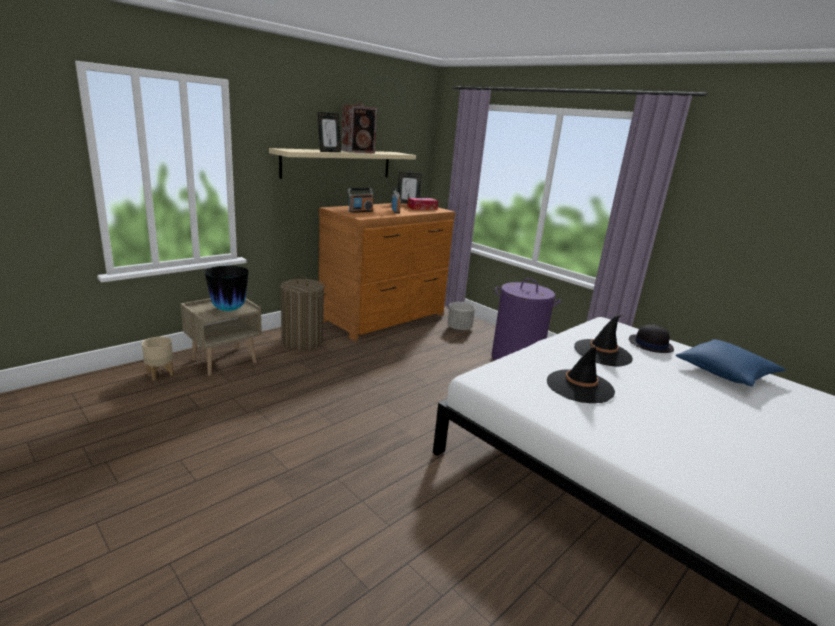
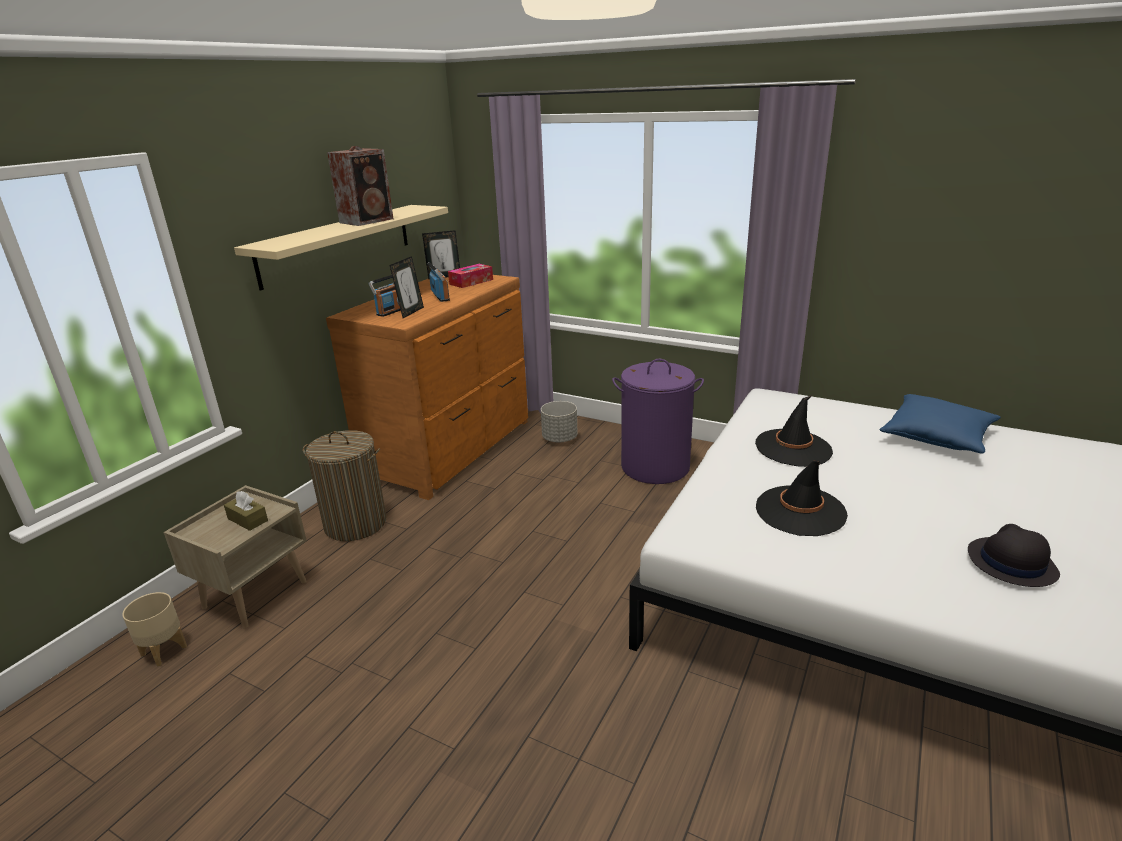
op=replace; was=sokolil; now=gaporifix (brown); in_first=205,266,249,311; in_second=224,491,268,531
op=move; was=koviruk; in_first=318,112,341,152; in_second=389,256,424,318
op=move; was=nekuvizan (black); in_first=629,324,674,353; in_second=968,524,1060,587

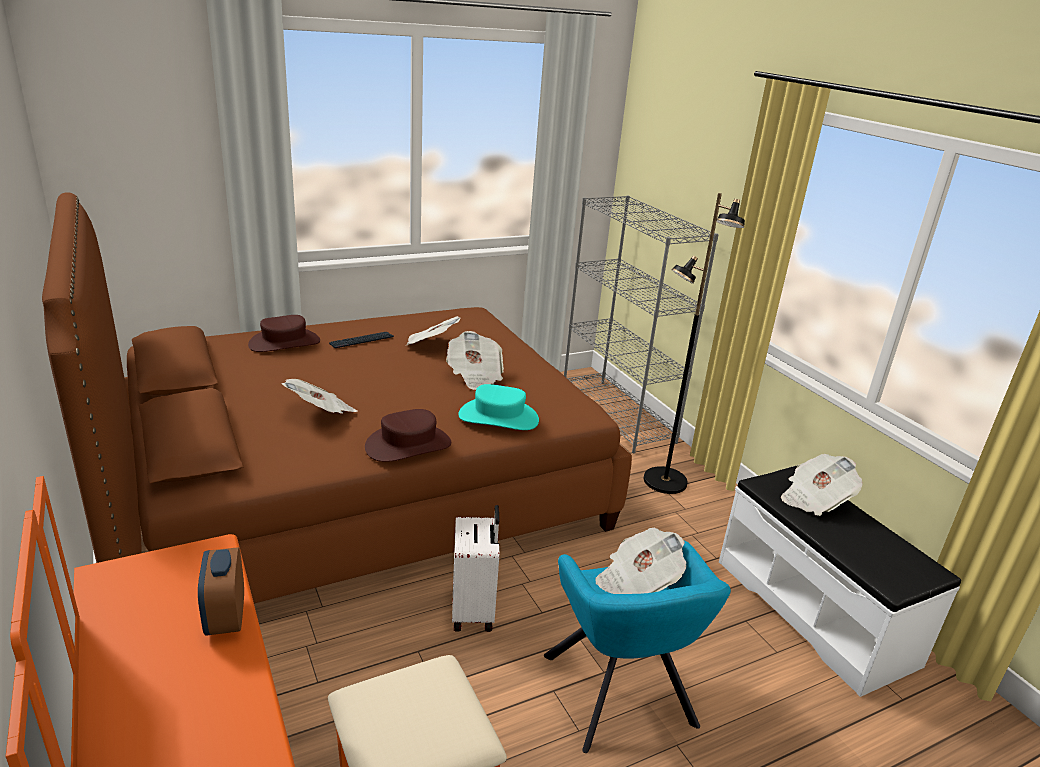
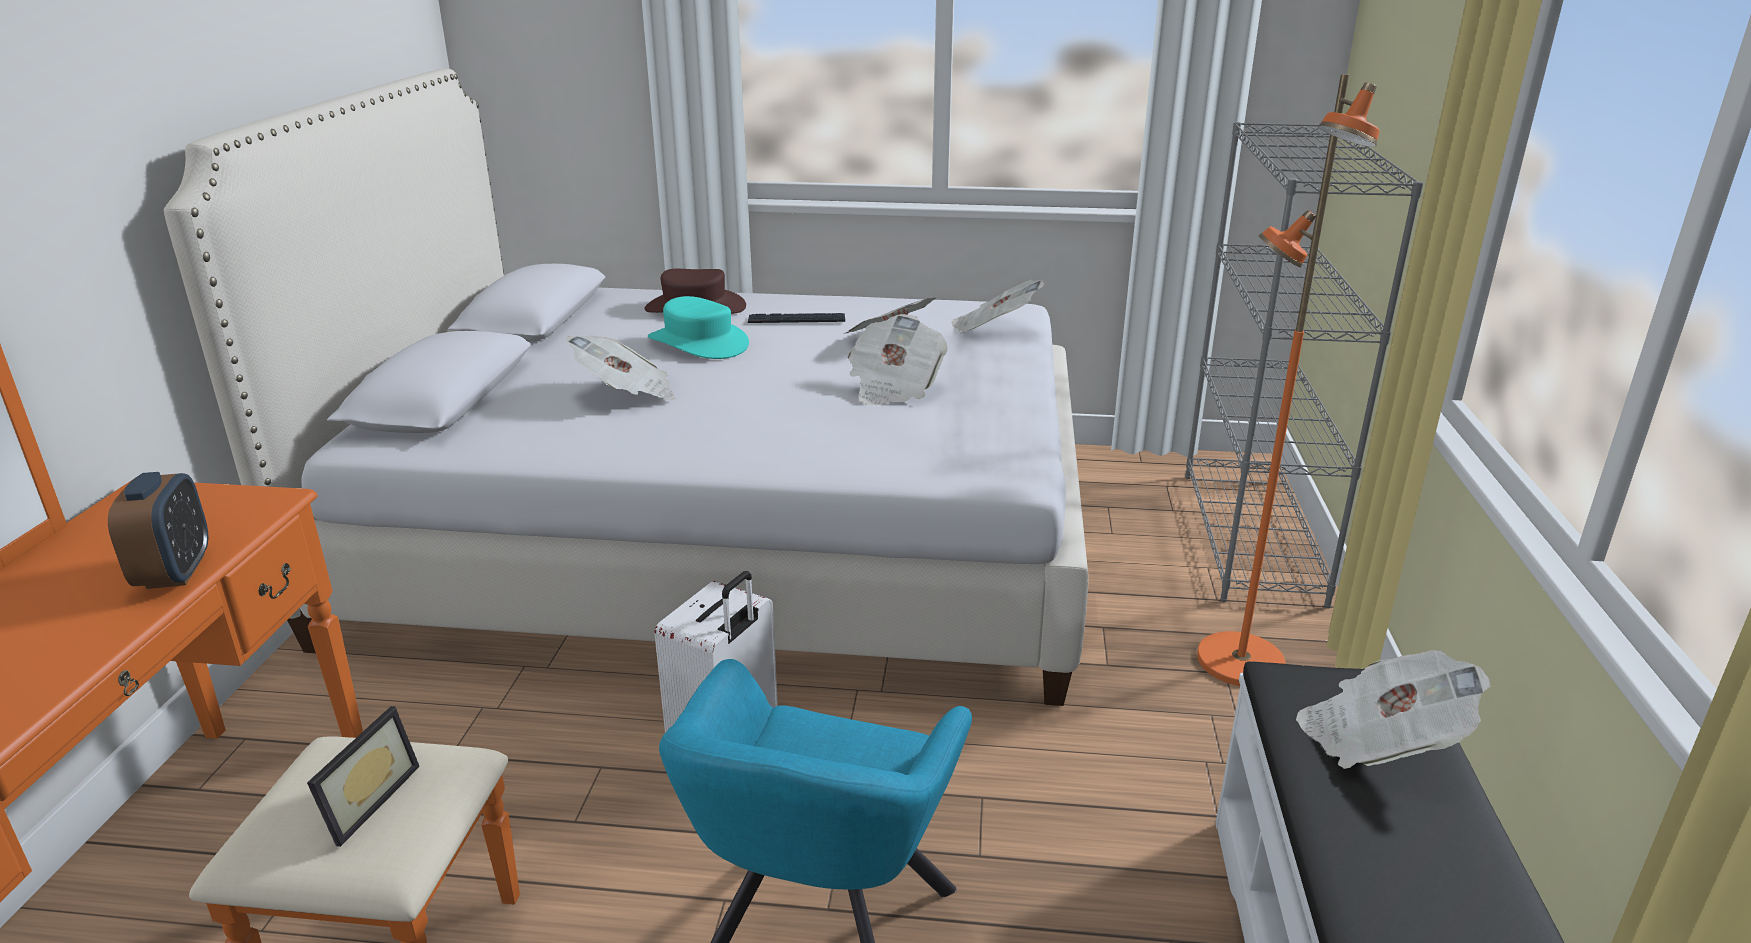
op=rotate; was=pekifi; in_first=198,547,244,636; in_second=108,472,208,589; clockwise=150
op=recolor; was=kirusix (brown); now=kirusix (white); in_first=42,192,632,604; in_second=164,69,1088,706
op=insert; now=koviruk; in_second=307,706,420,847
op=move; was=nekuvizan (turquoise); in_first=458,384,539,430; in_second=648,296,749,359
op=move; was=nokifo; in_first=595,528,687,594; in_second=951,280,1044,334
op=recolor; was=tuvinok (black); now=tuvinok (orange); in_first=644,193,745,494; in_second=1197,74,1380,686
op=delete; was=nekuvizan (brown); in_first=365,409,451,462

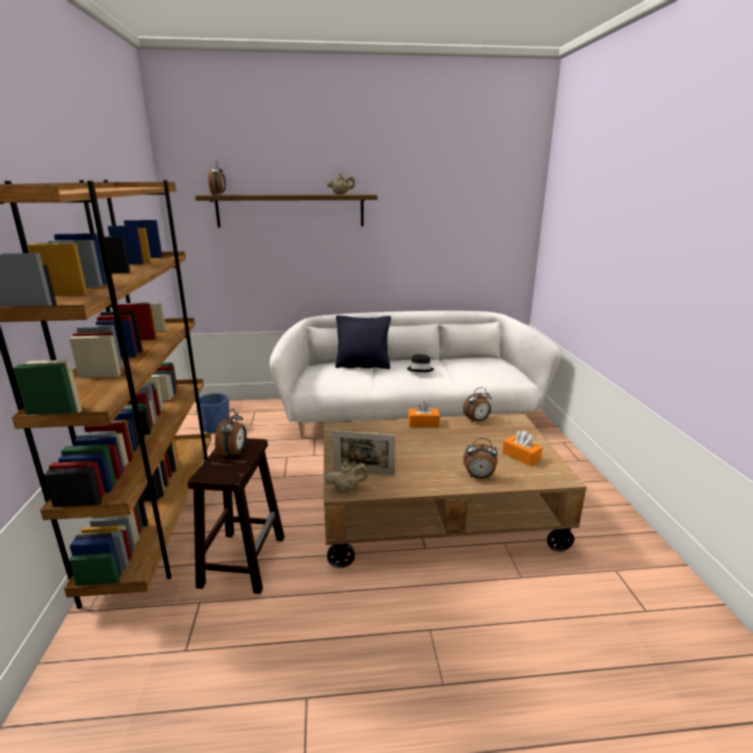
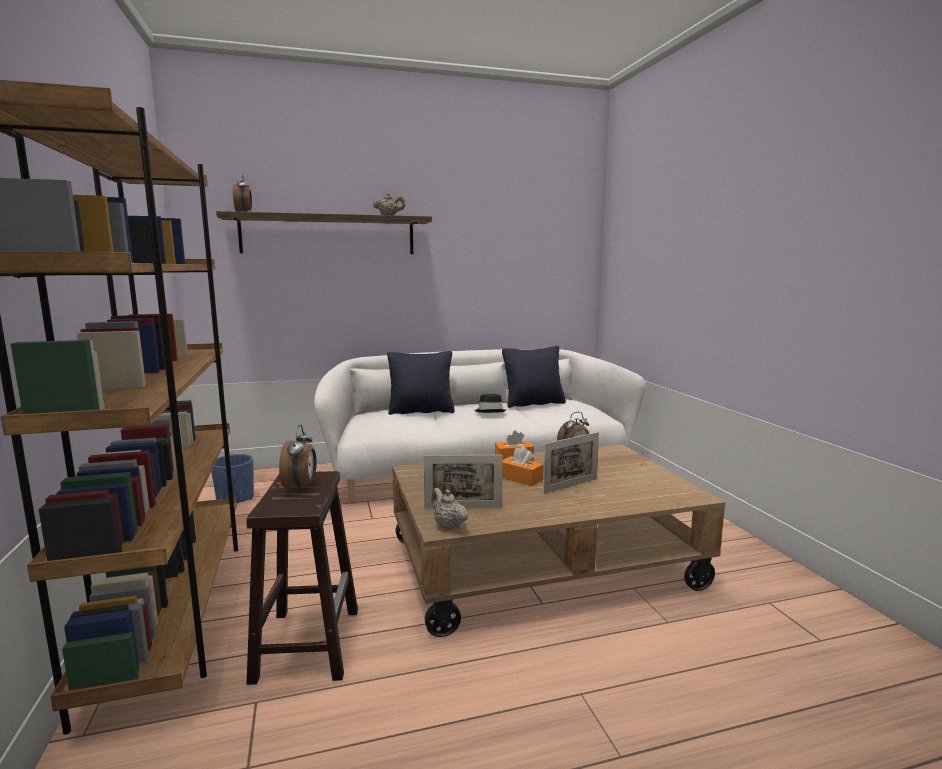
op=rotate; was=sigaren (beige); in_first=325,462,368,492; in_second=431,488,468,530; clockwise=-105
op=insert; now=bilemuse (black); in_second=502,346,566,408
op=move; was=gaporifix (orange); in_first=502,431,543,466; in_second=502,446,544,486
op=insert; now=koviruk; in_second=544,432,599,494
op=delete; was=pekifi; in_first=463,438,498,479

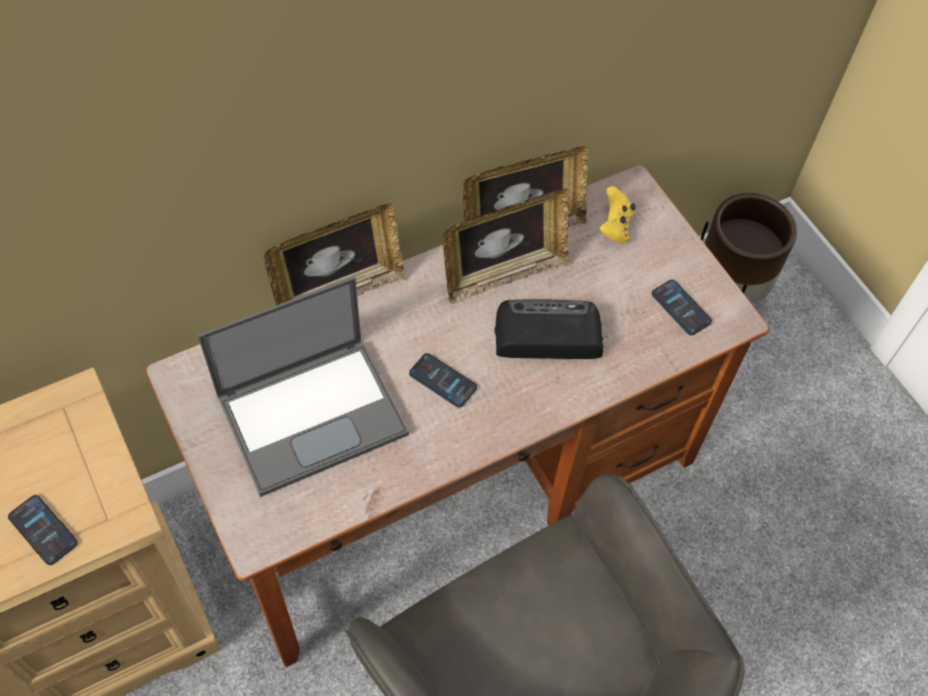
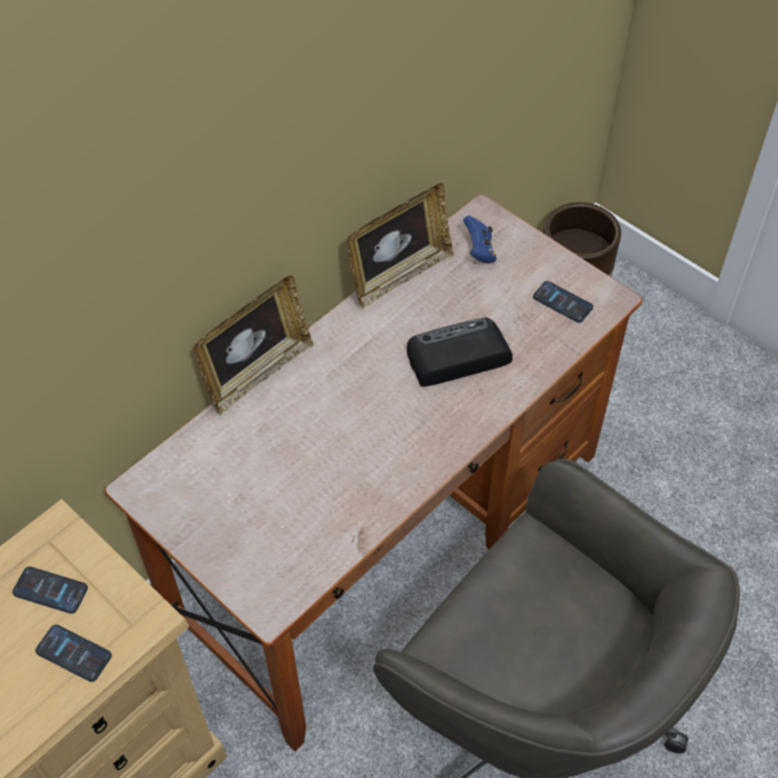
op=move; was=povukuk; in_first=409,353,477,408; in_second=12,567,88,614
op=recolor; was=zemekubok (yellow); now=zemekubok (blue); in_first=600,186,636,243; in_second=463,216,497,264
op=delete; was=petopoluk; in_first=197,276,409,497
op=delete; was=koviruk; in_first=443,189,569,304

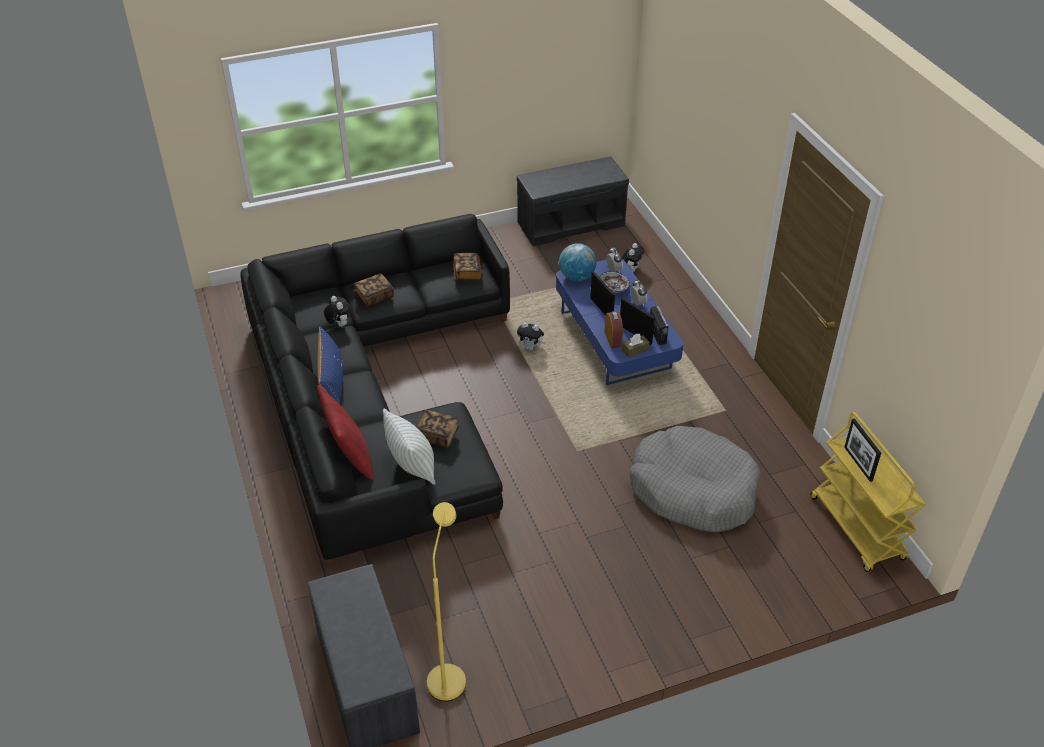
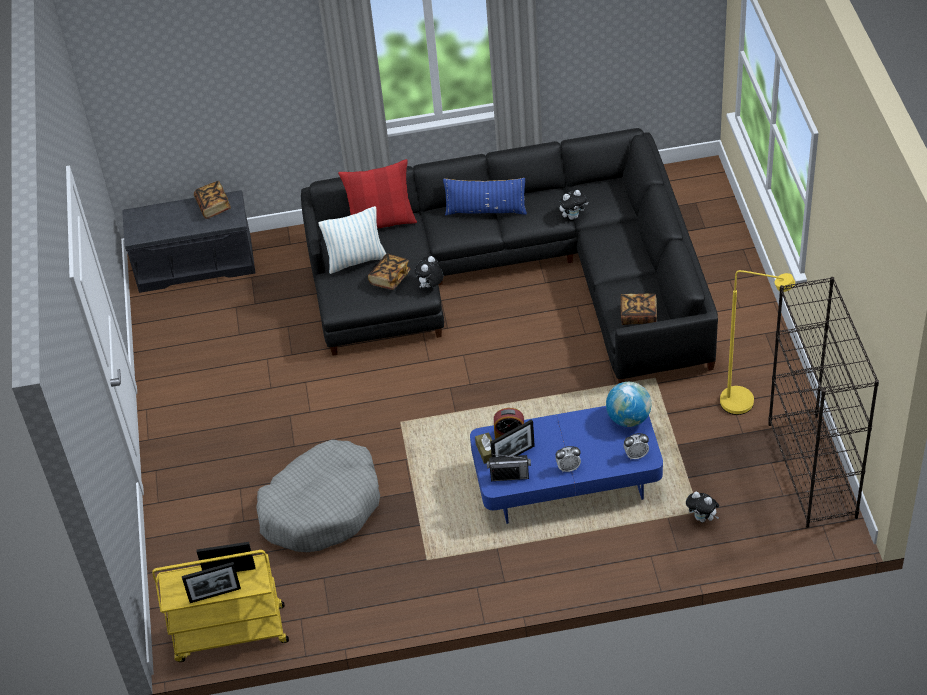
op=move; was=koviruk; in_first=590,272,615,315; in_second=182,562,241,603
op=move; was=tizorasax; in_first=354,273,394,307; in_second=194,181,231,219
op=move; was=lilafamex; in_first=517,322,545,350; in_second=415,256,444,288
op=move; was=tuvinok (yellow); in_first=427,502,466,701; in_second=720,270,795,415
op=replace; was=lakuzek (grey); now=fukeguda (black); in_first=517,156,629,247; in_second=768,277,879,528
op=delete; was=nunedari; in_first=599,271,630,292

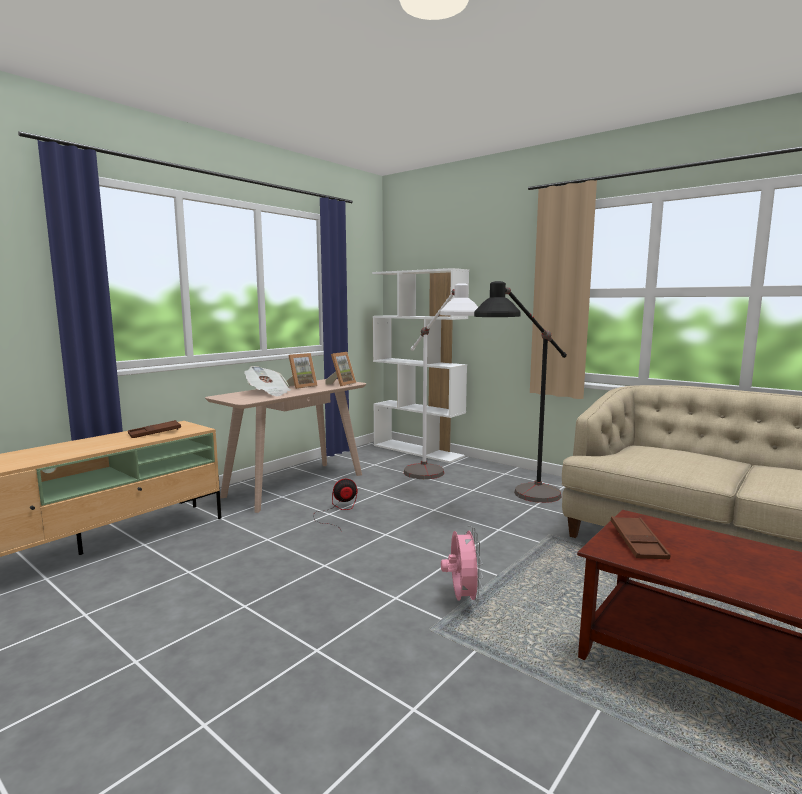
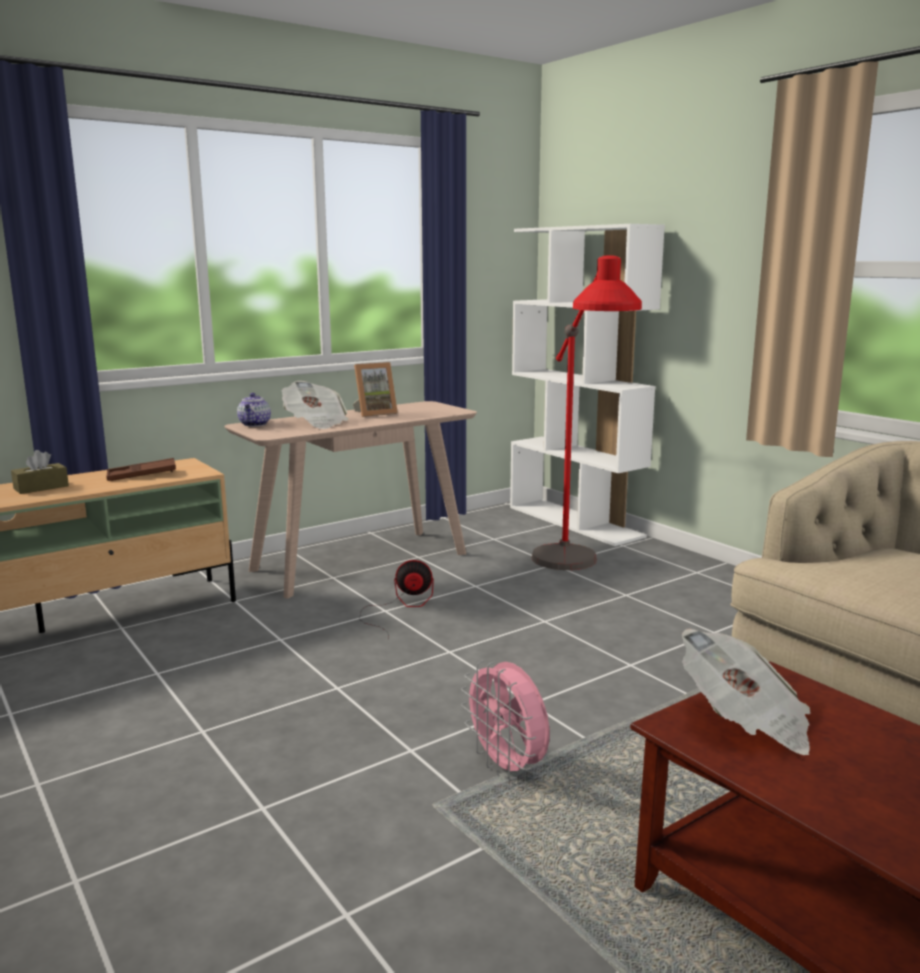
op=insert; now=gaporifix (brown); in_second=11,450,69,494
op=insert; now=sigaren; in_second=237,393,271,427
op=rotate; was=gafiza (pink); in_first=441,526,483,606; in_second=461,660,550,780; clockwise=135
op=recolor; was=tuvinok (white); now=tuvinok (red); in_first=404,283,478,479; in_second=531,255,642,570
op=replace; was=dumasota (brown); now=nokifo; in_first=611,516,670,559; in_second=682,629,811,755
op=delete; was=koviruk; in_first=325,352,356,387
op=delete; was=tuvinok (black); in_first=474,281,567,503

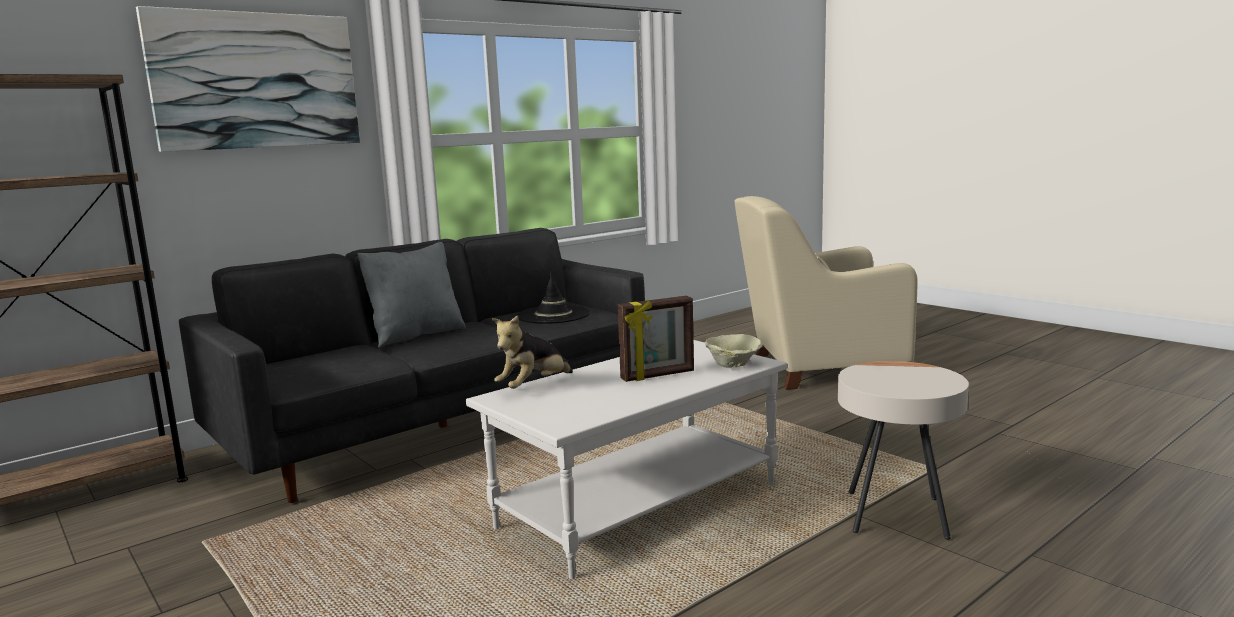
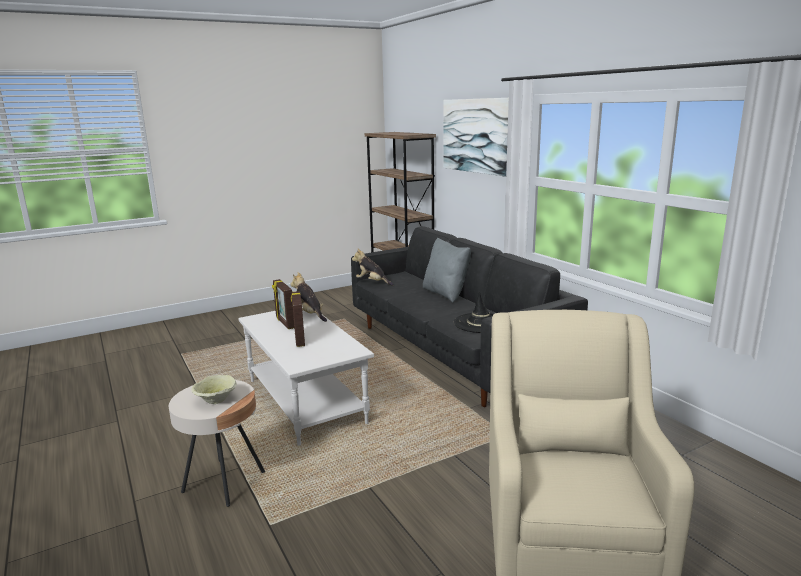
op=move; was=nunedari (beige); in_first=705,334,762,368; in_second=191,375,237,404
op=insert; now=koviruk; in_second=272,279,294,329
op=insert; now=lilafamex; in_second=352,248,393,286

